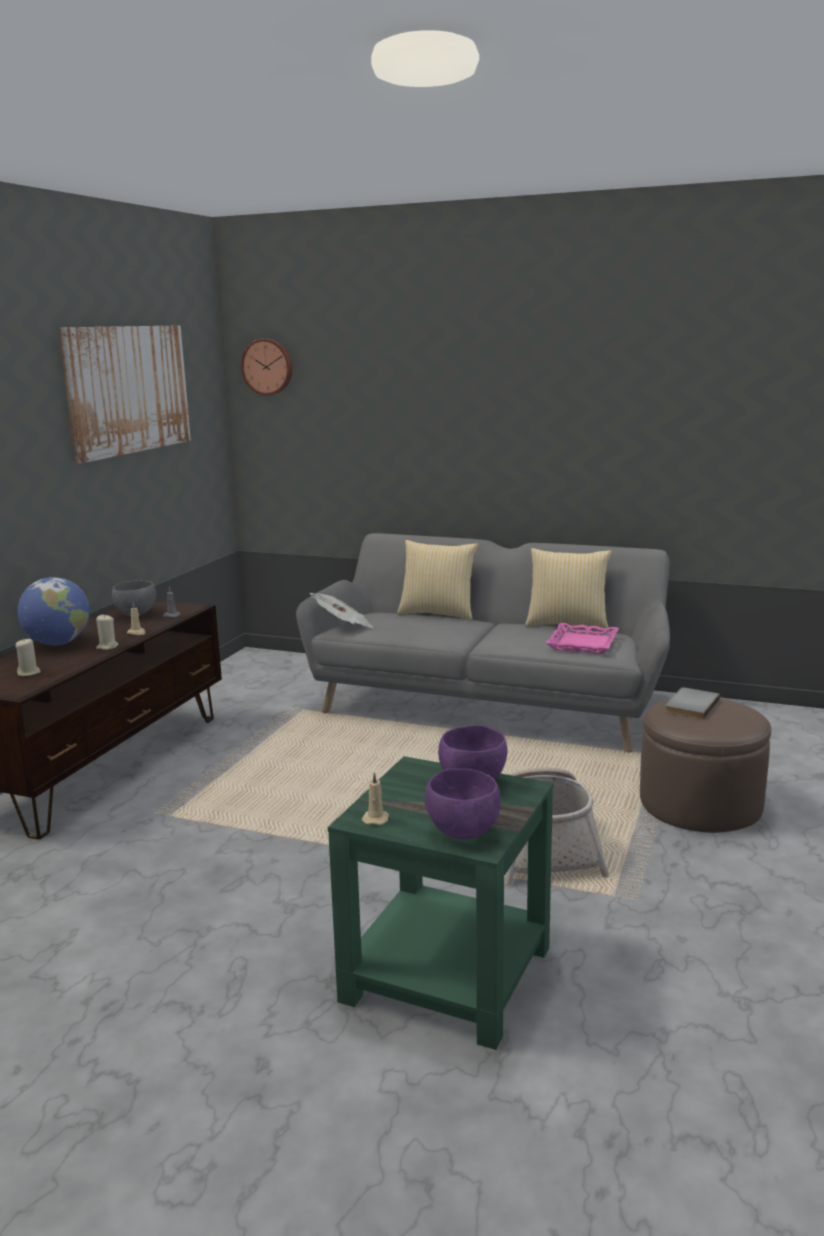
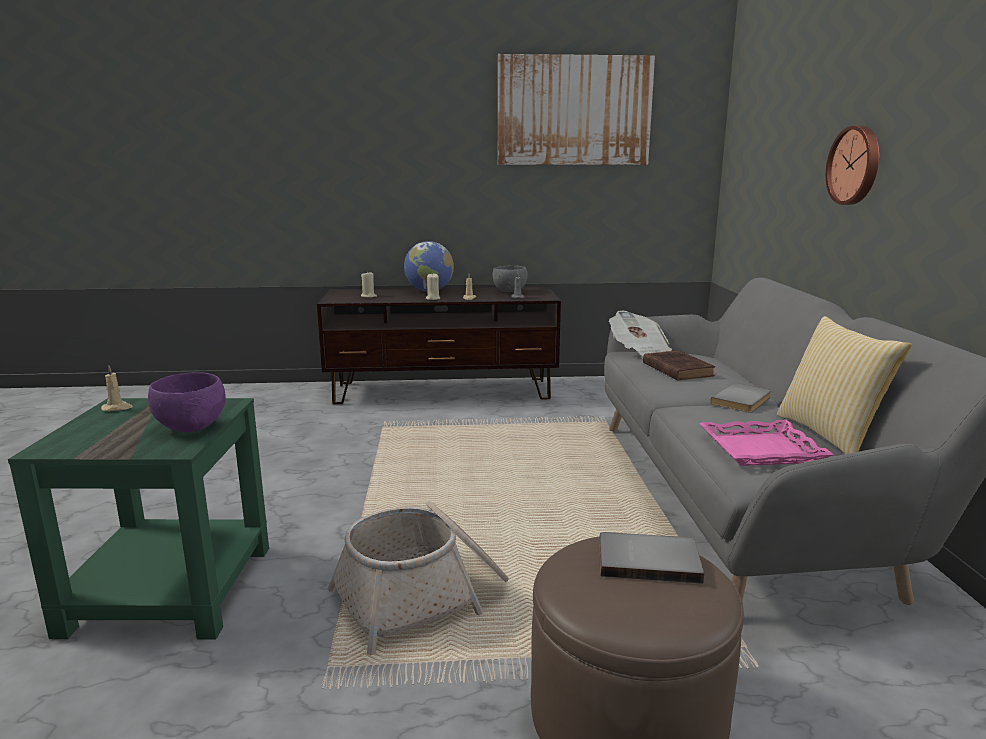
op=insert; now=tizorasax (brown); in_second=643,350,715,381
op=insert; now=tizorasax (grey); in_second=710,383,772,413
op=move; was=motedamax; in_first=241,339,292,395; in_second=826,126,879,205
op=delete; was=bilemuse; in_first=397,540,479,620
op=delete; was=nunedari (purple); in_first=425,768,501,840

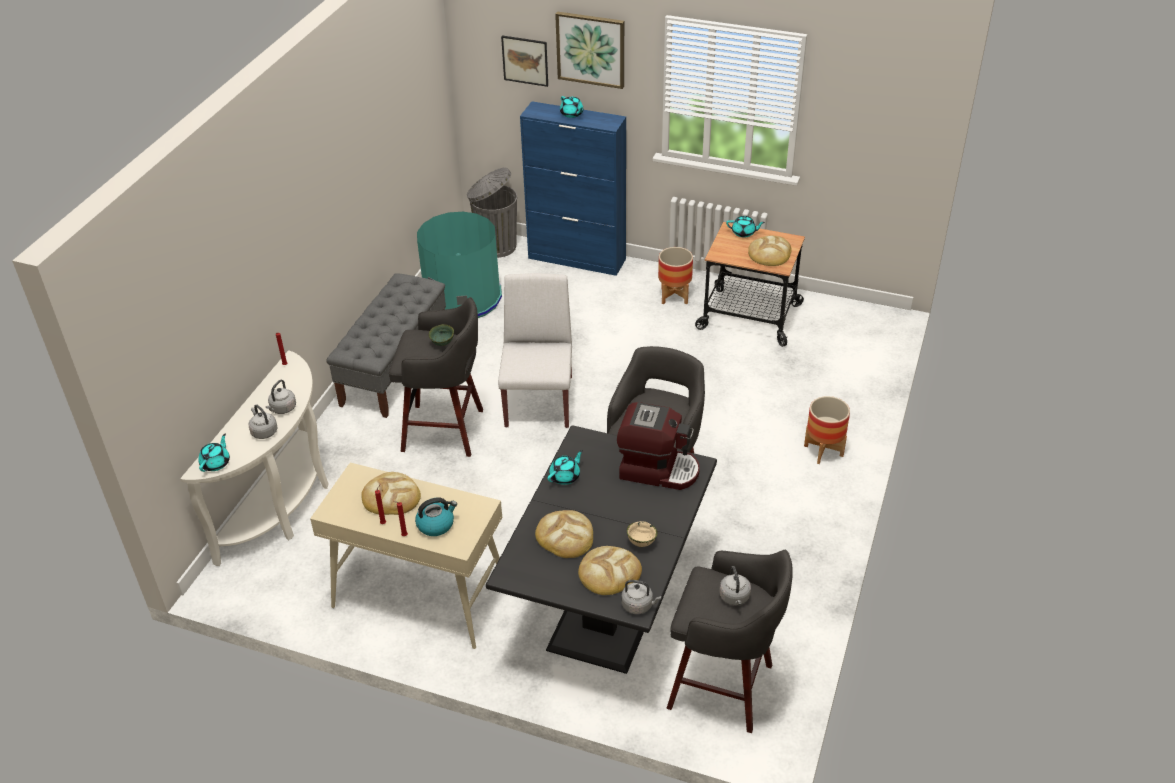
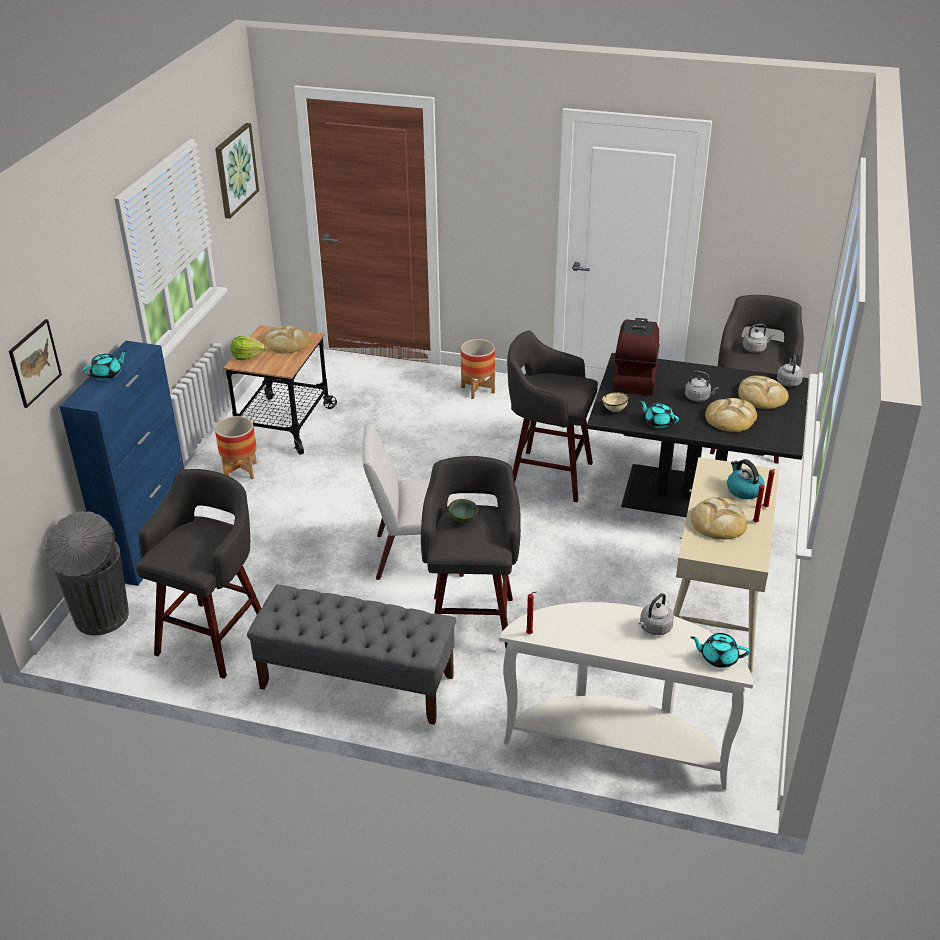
op=replace; was=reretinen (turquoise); now=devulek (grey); in_first=417,212,502,318; in_second=136,469,261,679
op=move; was=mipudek; in_first=555,11,624,89; in_second=215,123,259,219
op=replace; was=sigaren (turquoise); now=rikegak; in_first=726,216,765,238; in_second=231,336,266,360
op=move; was=nunedari (beige); in_first=627,521,658,547; in_second=602,392,629,413
op=move; was=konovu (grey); in_first=265,380,296,414; in_second=685,371,718,402

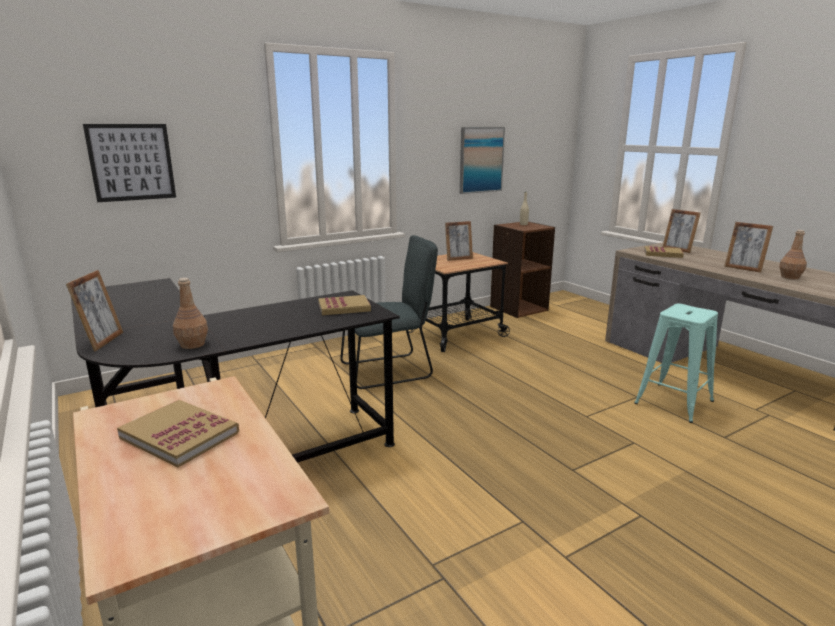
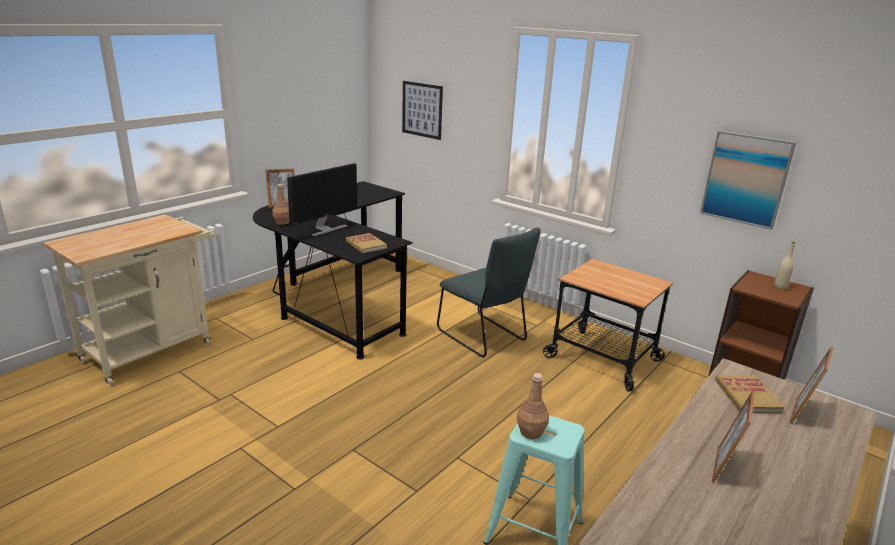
op=insert; now=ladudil; in_second=287,163,357,237
op=move; was=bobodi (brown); in_first=779,230,807,279; in_second=517,373,549,439
op=delete; was=tizorasax; in_first=117,400,239,467
op=delete; was=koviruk; in_first=445,221,473,261

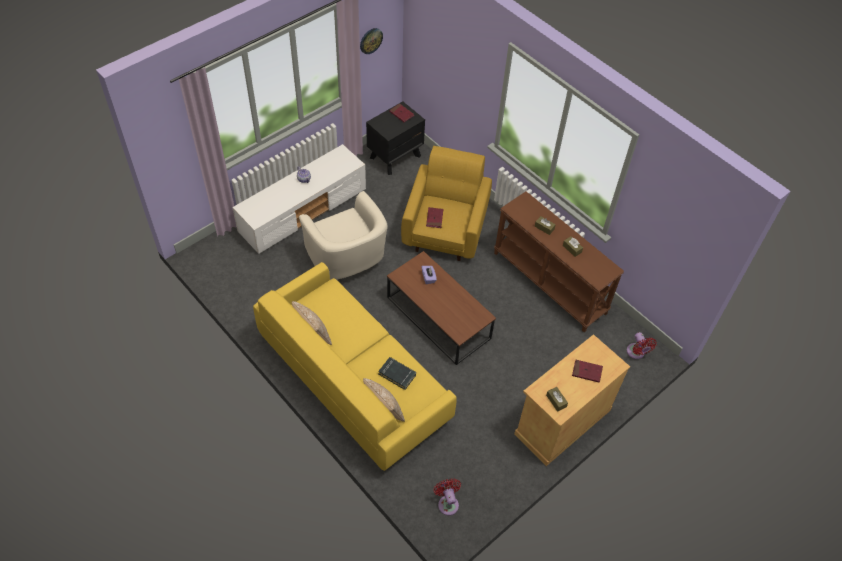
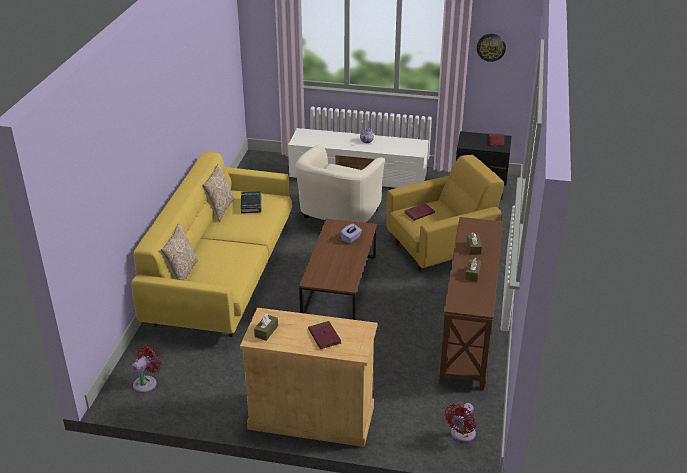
op=move; was=tizorasax (black); in_first=378,357,416,390; in_second=241,191,262,213

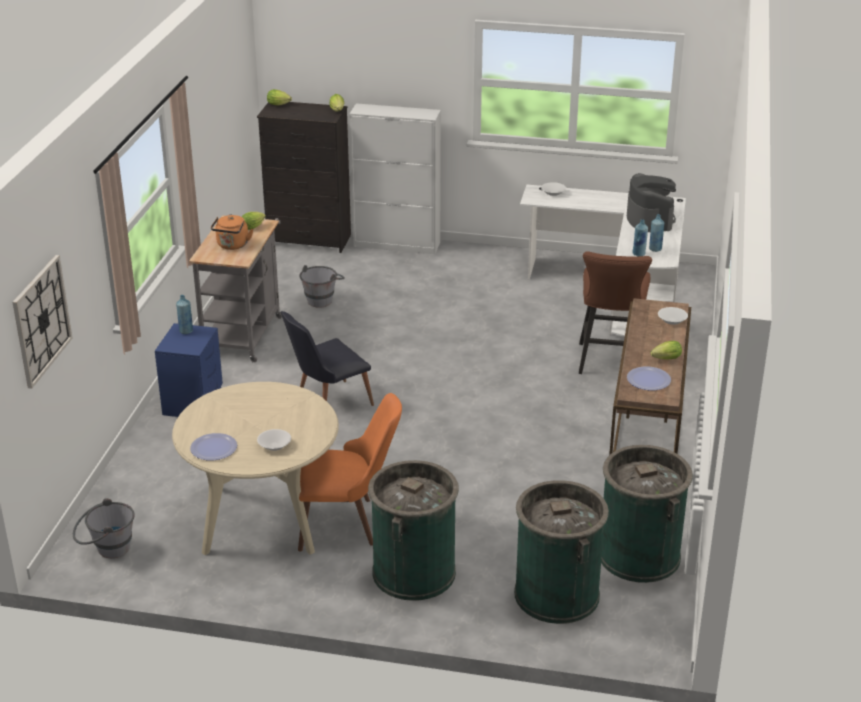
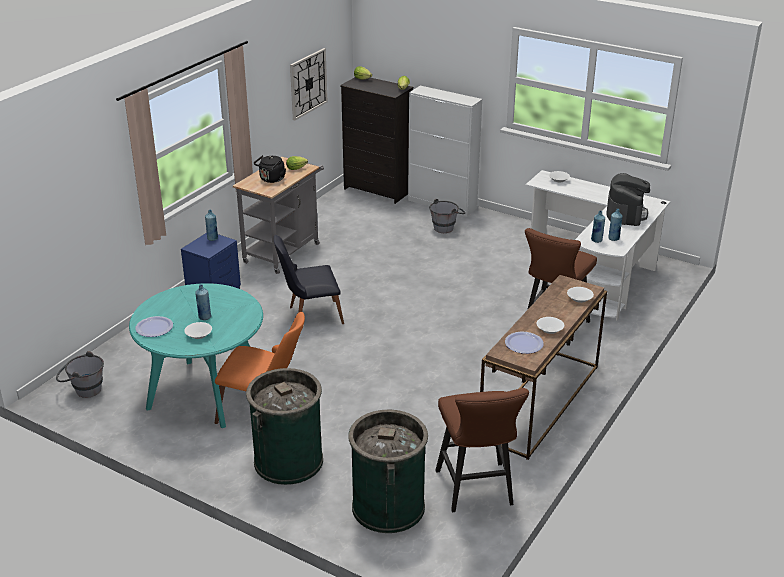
op=recolor; was=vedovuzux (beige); now=vedovuzux (turquoise); in_first=172,382,339,555; in_second=129,283,263,428
op=insert; now=bobodi (blue); in_second=195,284,212,320
op=recolor; was=konovu (orange); now=konovu (black); in_first=211,215,253,250; in_second=254,155,286,183
op=move; was=motedamax; in_first=12,255,72,389; in_second=290,48,328,120
op=move; was=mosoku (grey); in_first=300,265,345,308; in_second=429,199,465,233
op=replace; was=reretinen (green); now=devulek (brown); in_first=601,445,693,583; in_second=435,388,529,512
op=replace; was=rikegak; now=nunedari (white); in_first=650,341,682,360; in_second=537,317,564,334

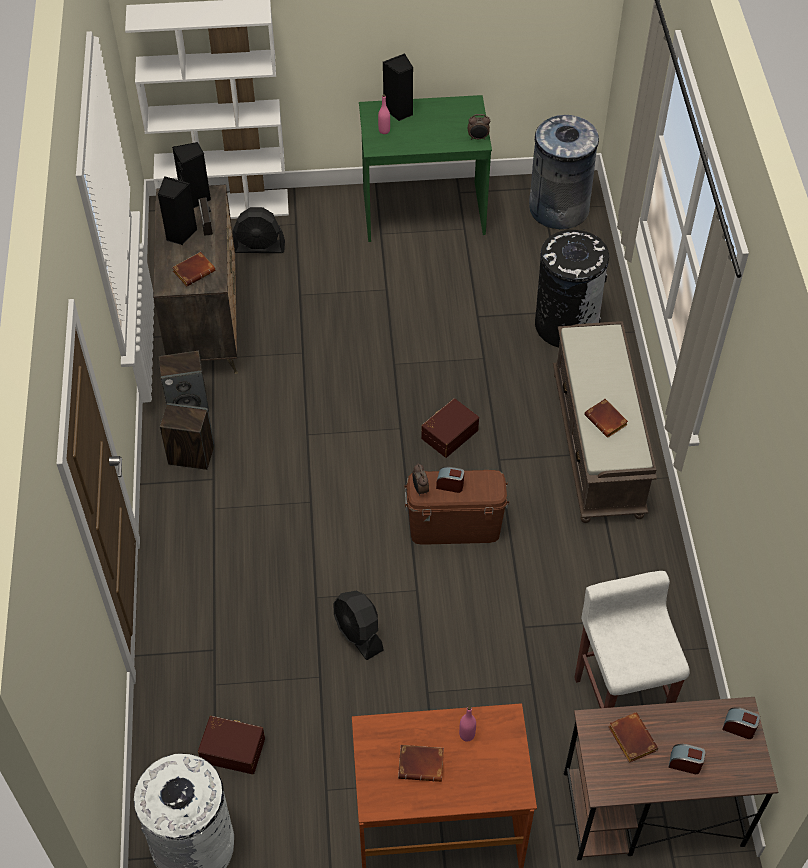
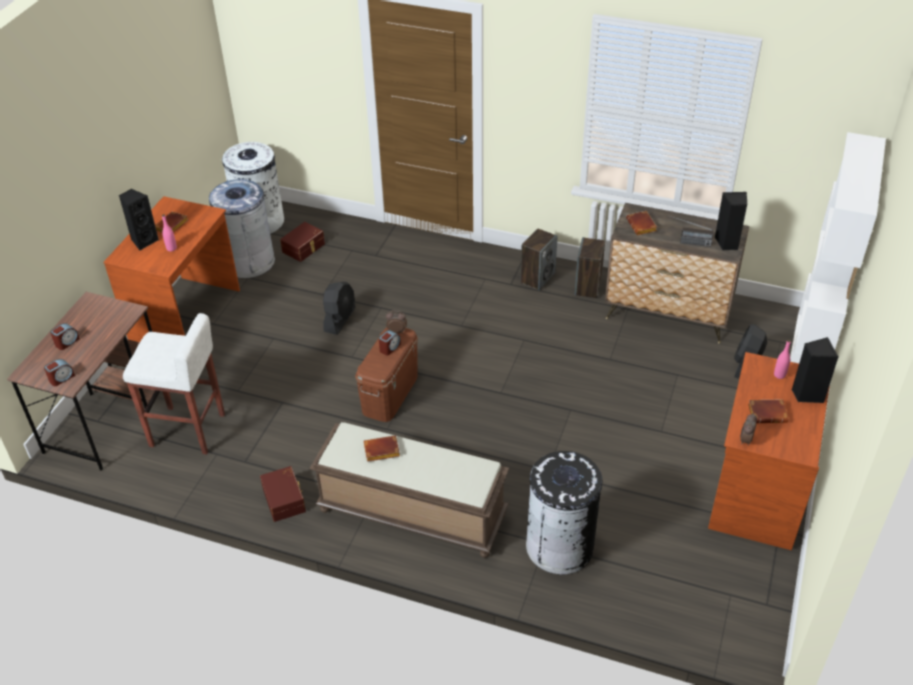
op=move; was=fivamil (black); in_first=158,176,198,245; in_second=119,189,159,250
op=move; was=reretinen (grey); in_first=529,115,599,229; in_second=209,179,275,278
op=move; was=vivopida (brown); in_first=421,398,479,458; in_second=260,466,306,522
op=rotate; was=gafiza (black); in_first=333,591,384,660; in_second=323,282,356,335; clockwise=120
op=recolor; was=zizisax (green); now=zizisax (brown); in_first=359,95,492,242; in_second=708,352,830,550
op=move; was=tizorasax (brown); in_first=608,712,658,763; in_second=748,399,789,423

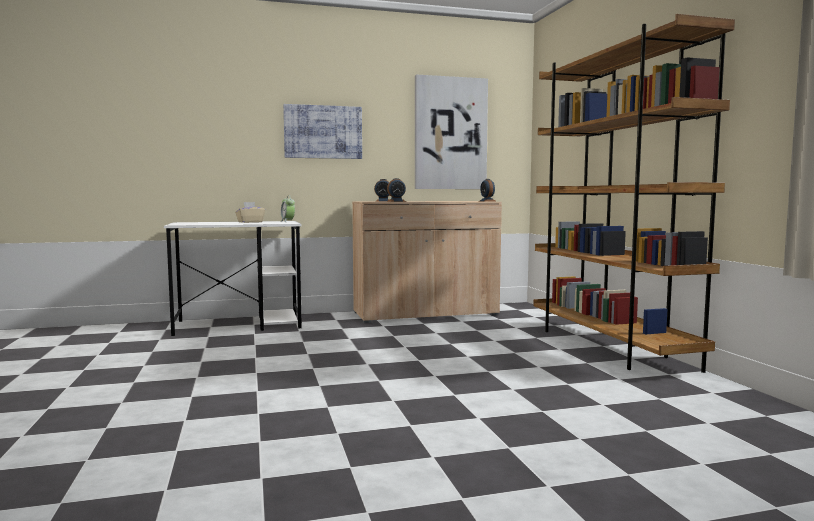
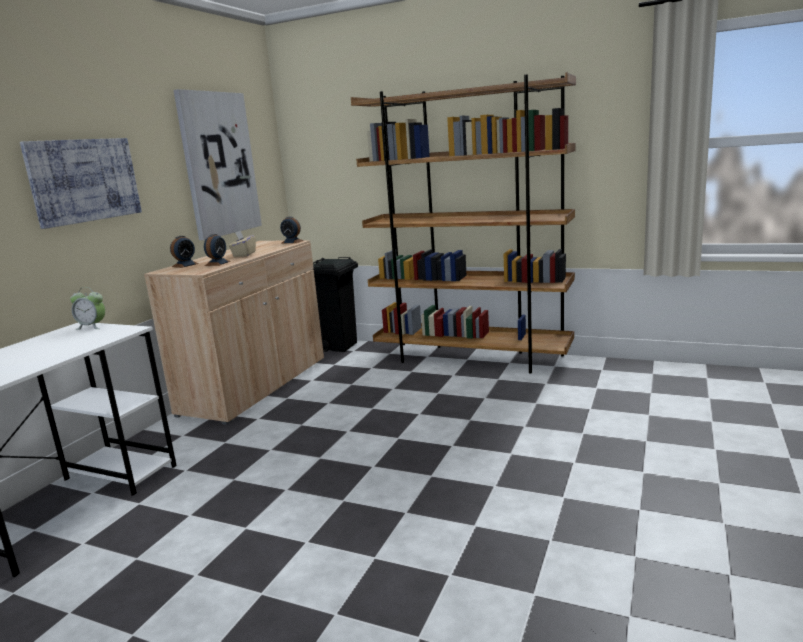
op=move; was=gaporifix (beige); in_first=235,202,265,223; in_second=229,231,256,257
op=insert; now=reretinen (black); in_second=313,257,358,352

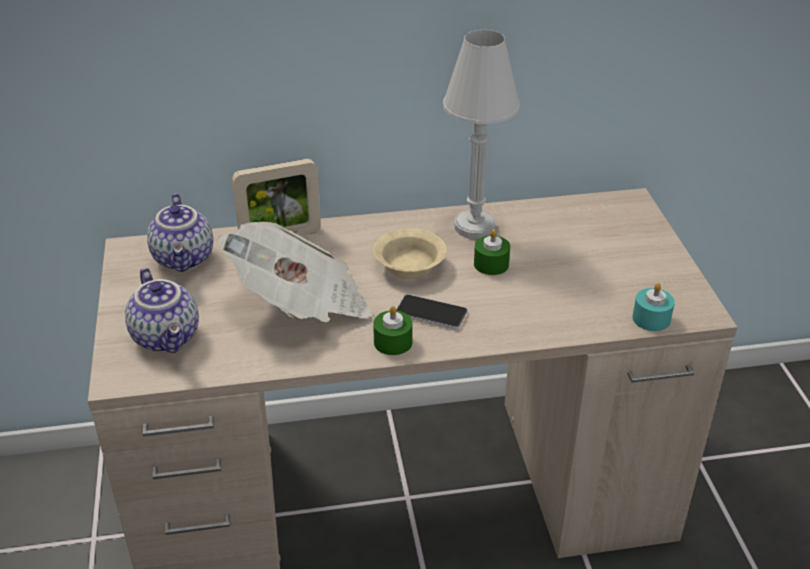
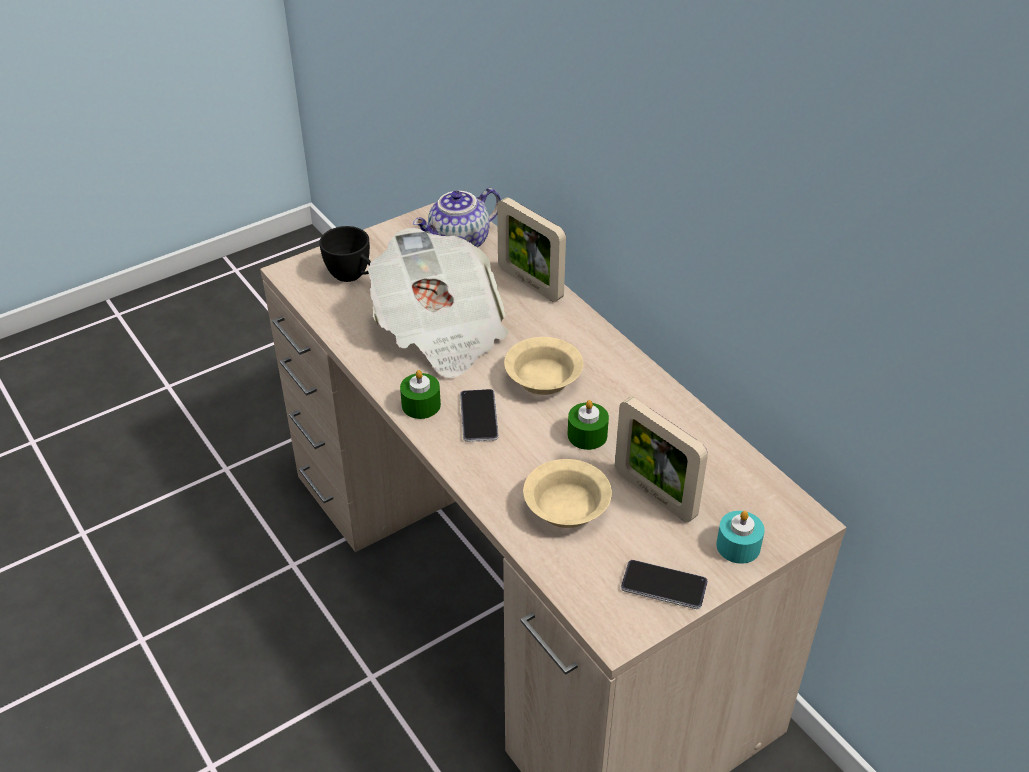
op=replace; was=sigaren; now=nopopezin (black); in_first=125,268,199,353; in_second=319,226,371,282
op=insert; now=nunedari (beige); in_second=523,459,612,528
op=insert; now=koviruk; in_second=615,397,708,522
op=insert; now=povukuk; in_second=621,560,708,609
op=move; was=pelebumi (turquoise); in_first=632,283,675,331; in_second=716,511,765,564
op=delete; was=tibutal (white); in_first=443,30,520,239

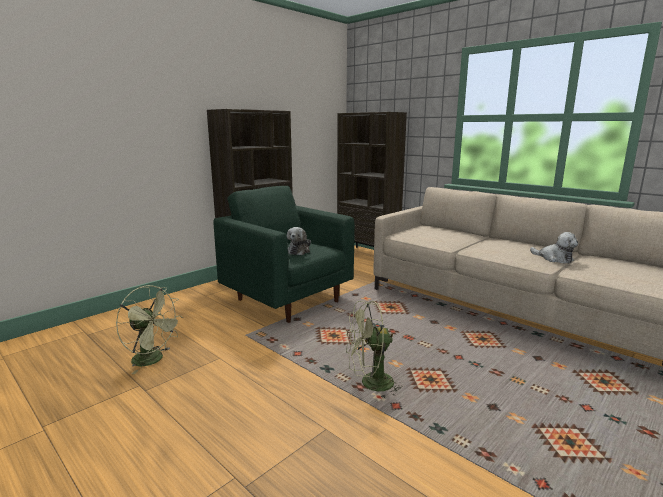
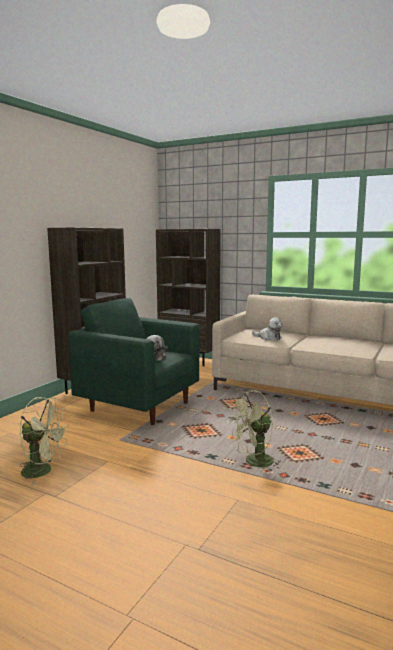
op=move; was=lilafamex; in_first=530,232,578,264; in_second=252,317,283,340

